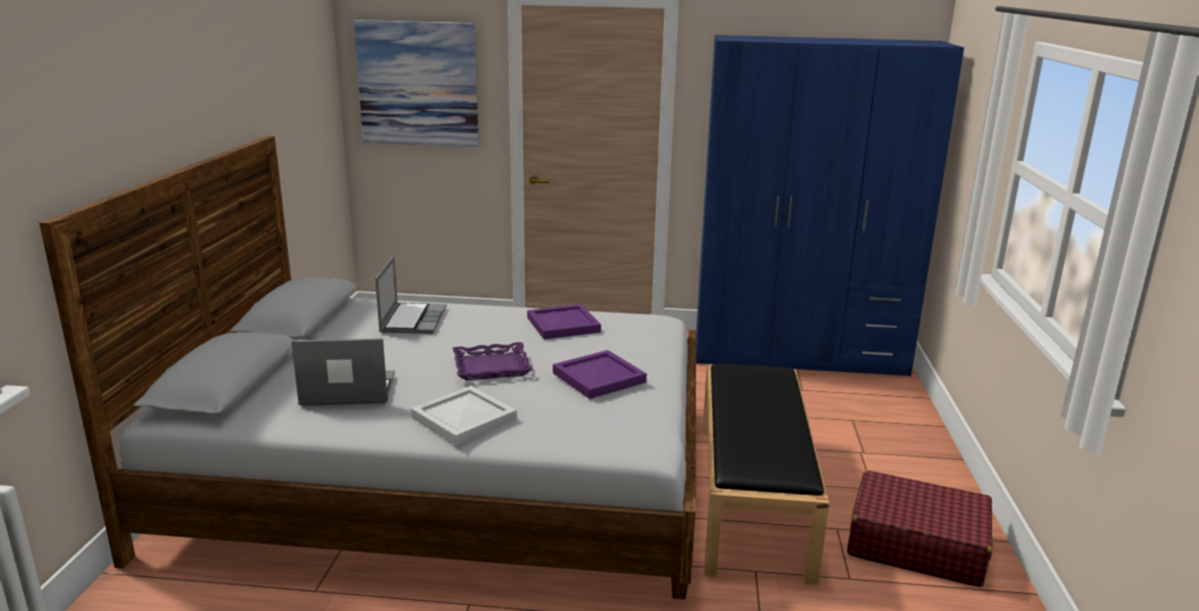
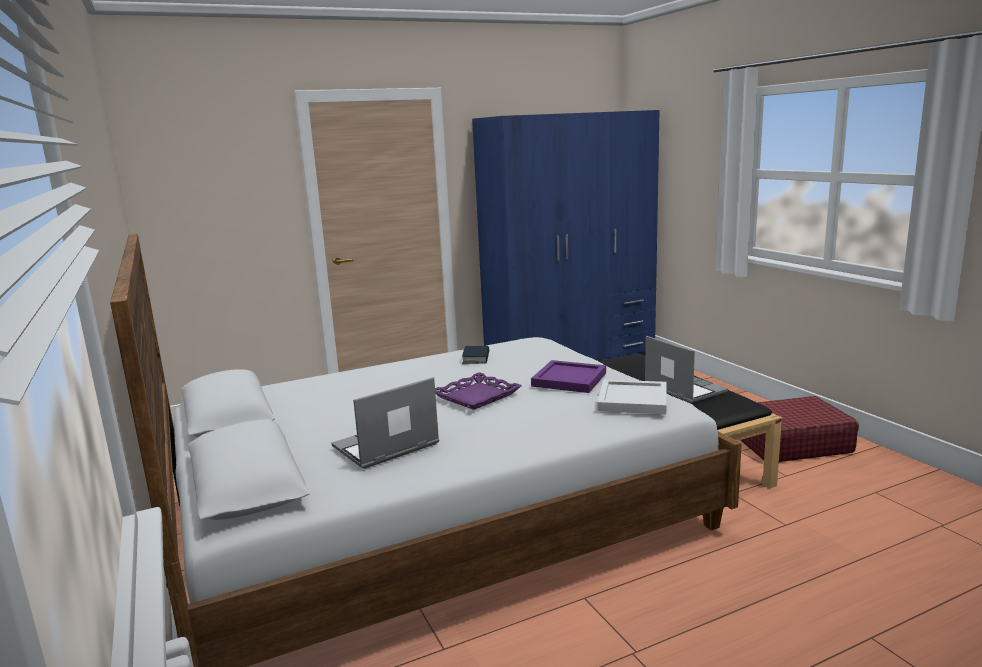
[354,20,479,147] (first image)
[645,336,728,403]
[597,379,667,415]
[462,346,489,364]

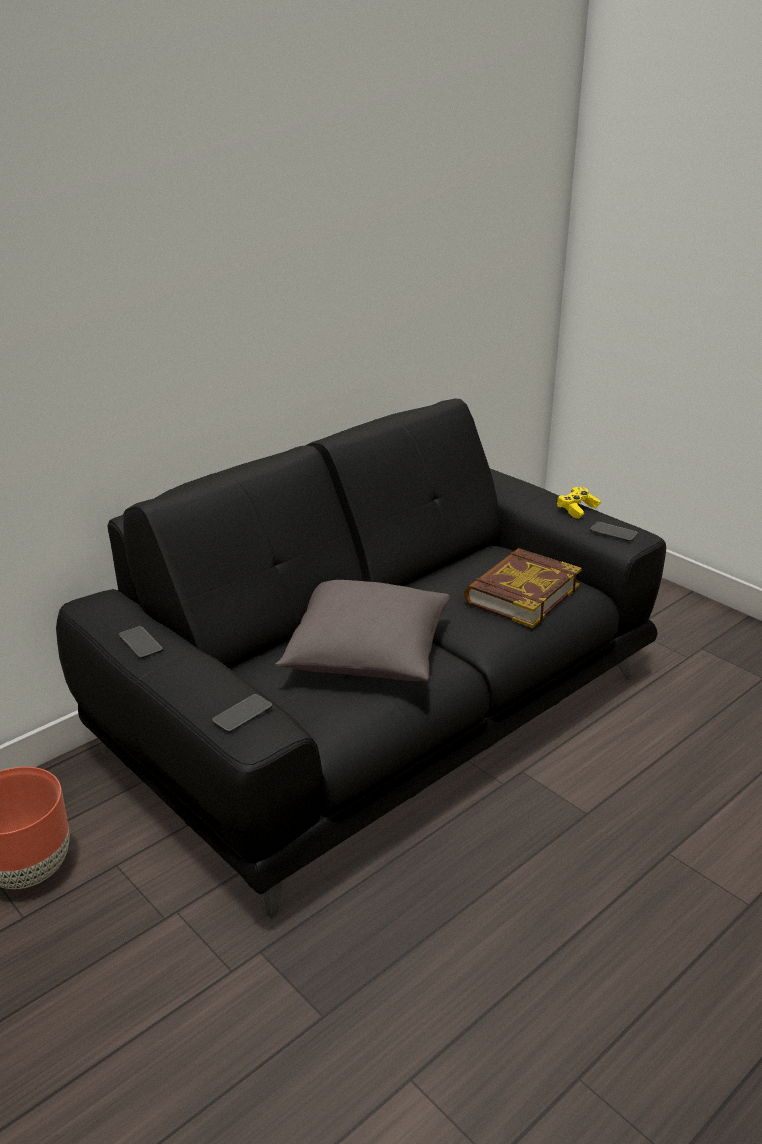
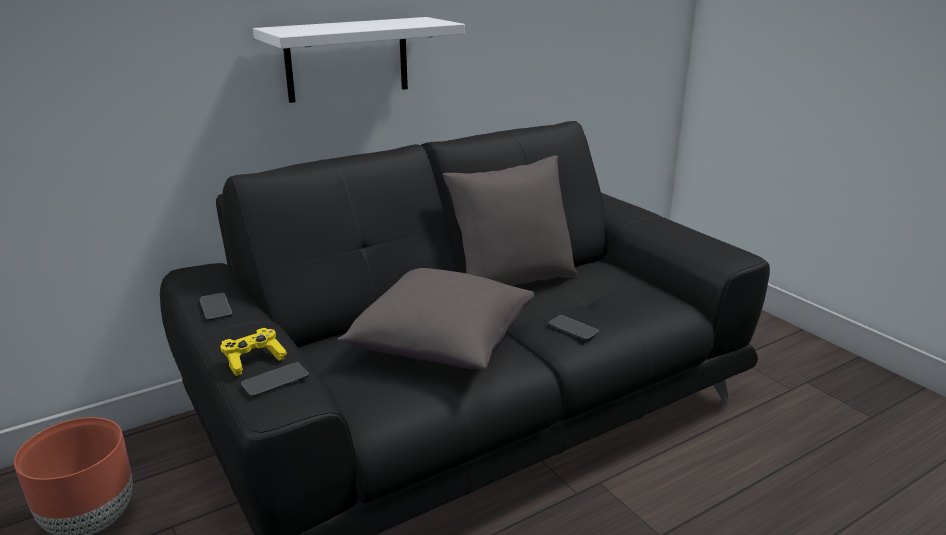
[464,548,582,628] (first image)
[220,328,287,376]
[548,315,599,340]
[253,17,465,103]
[442,155,577,286]

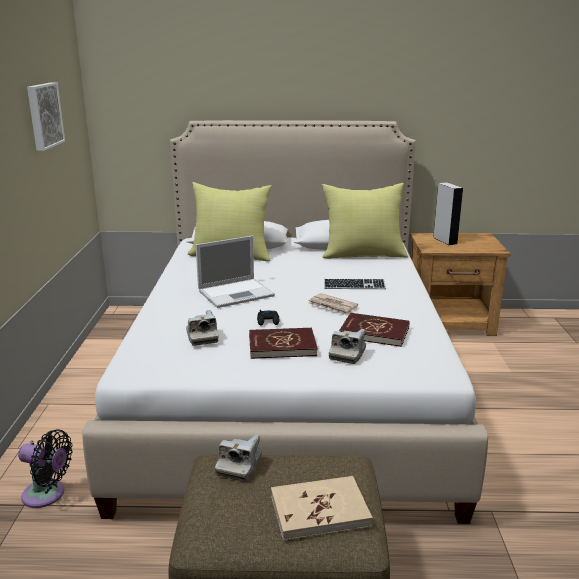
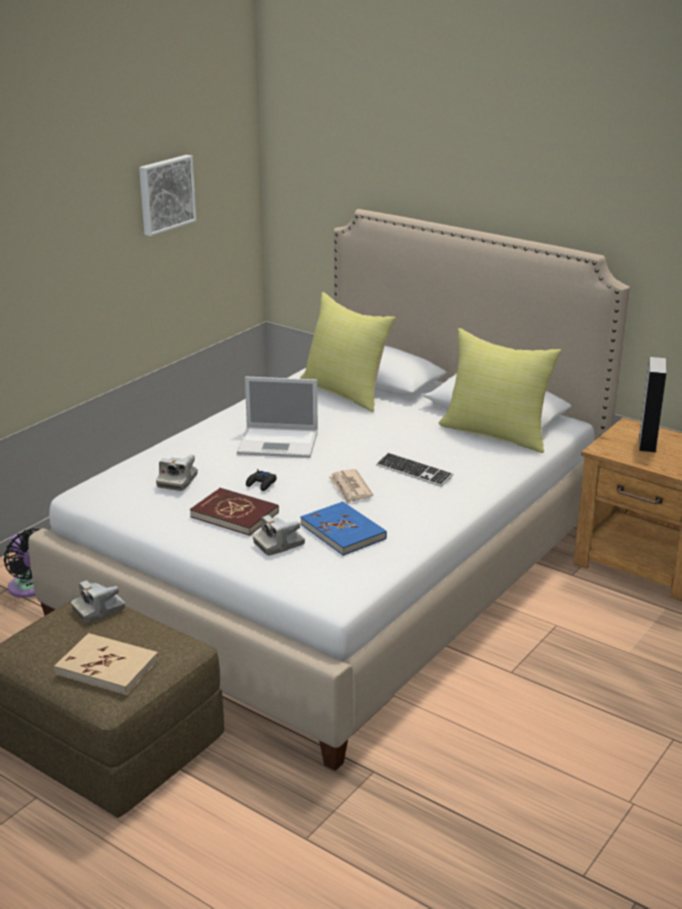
[300,501,387,556]

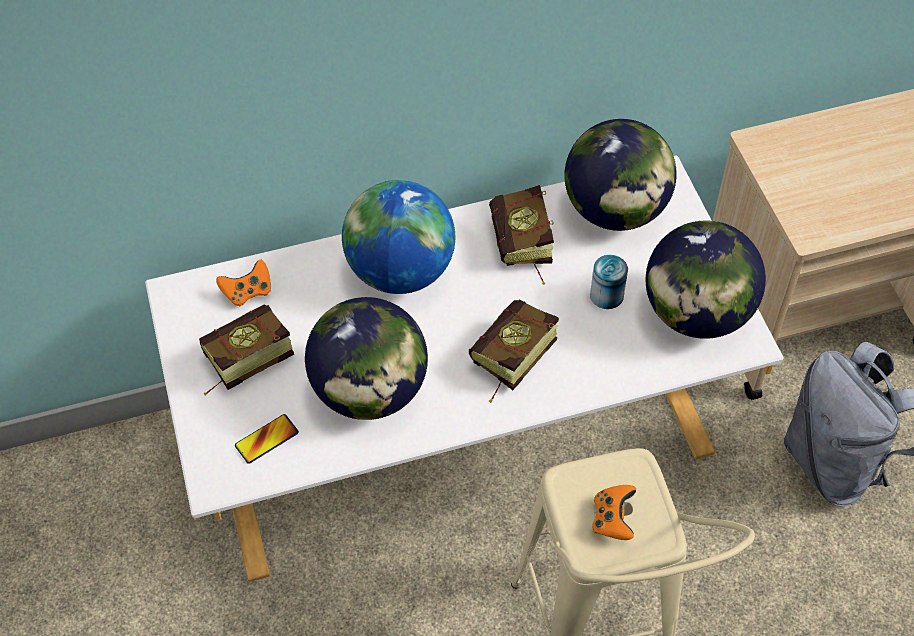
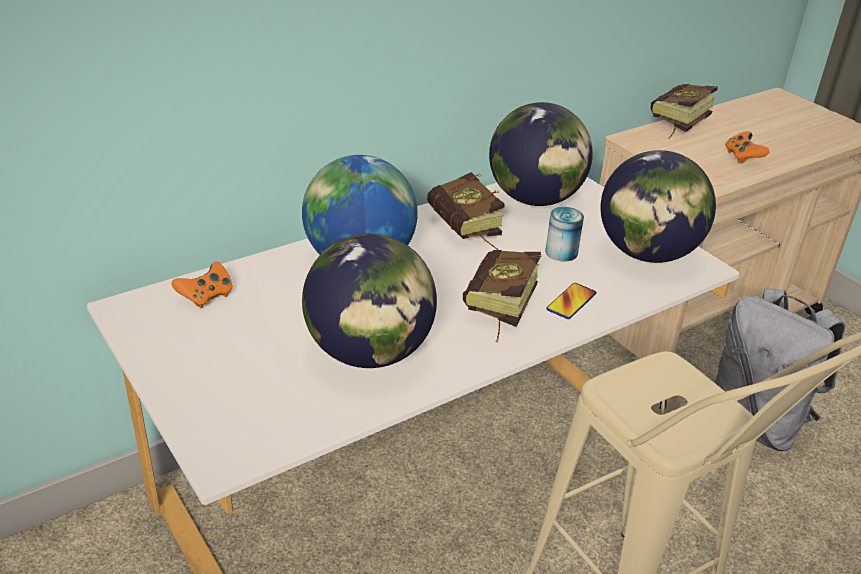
[650,84,718,139]
[546,283,596,319]
[725,131,770,163]

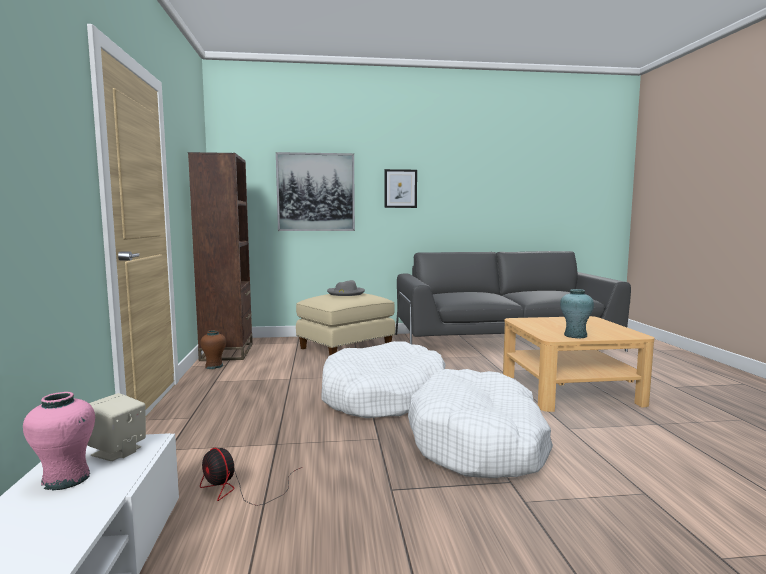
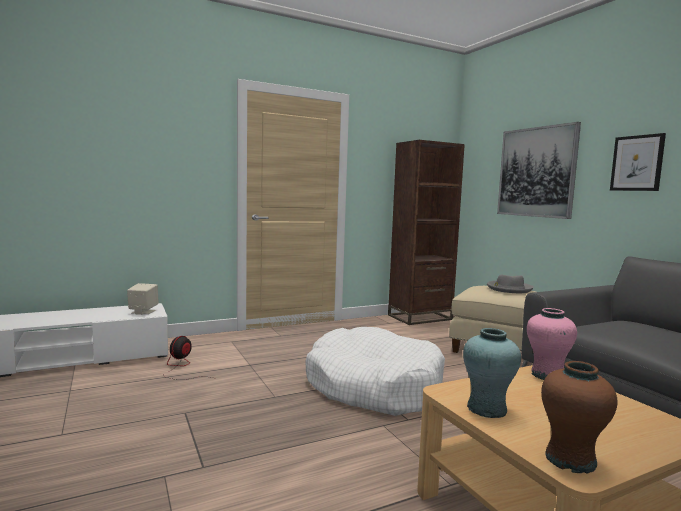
[527,308,577,380]
[541,361,617,474]
[408,369,553,478] (first image)

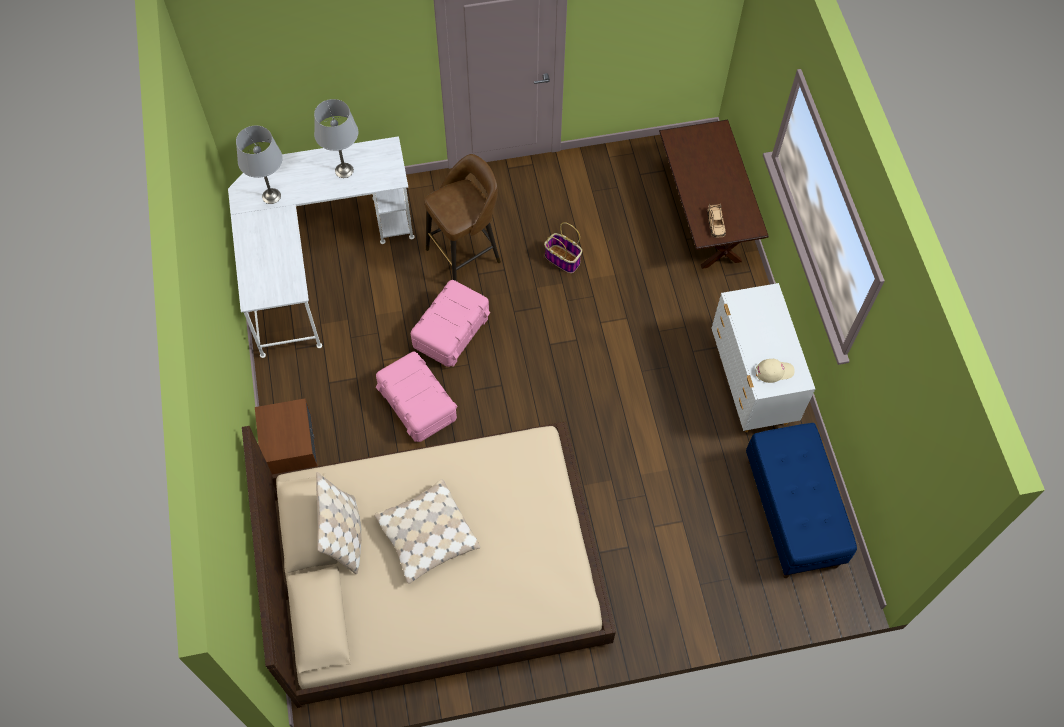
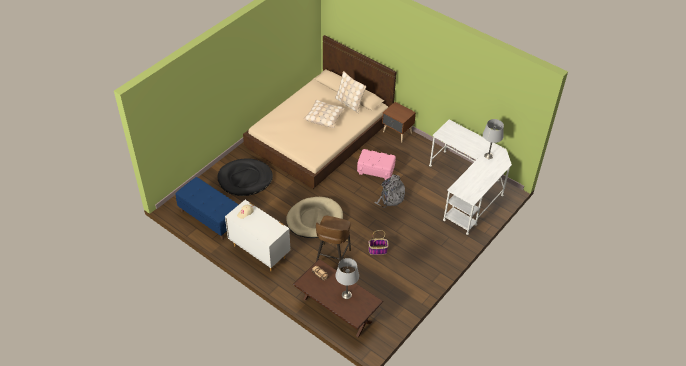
[335,258,359,299]
[374,174,405,208]
[316,216,351,272]
[217,158,273,196]
[286,197,343,238]

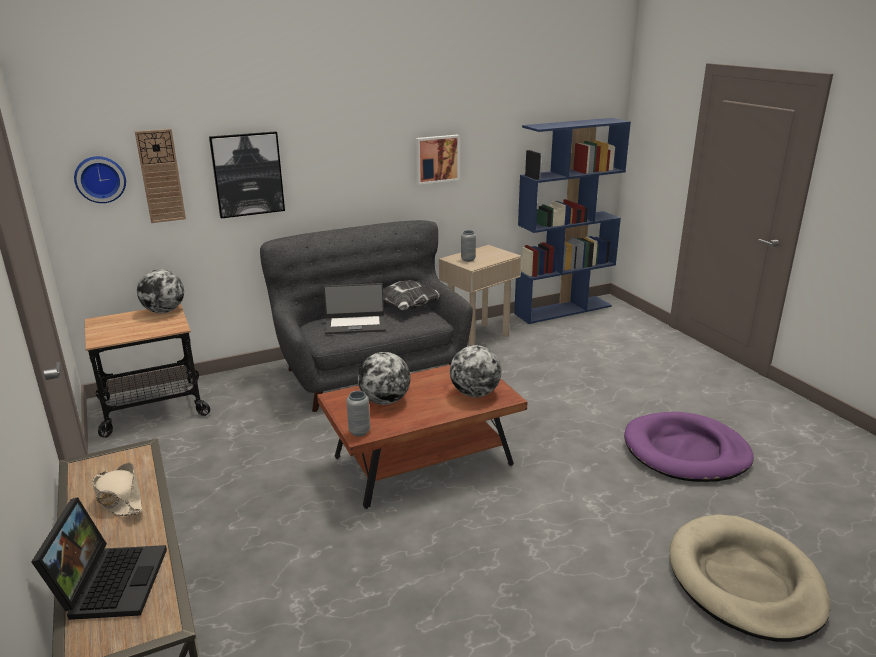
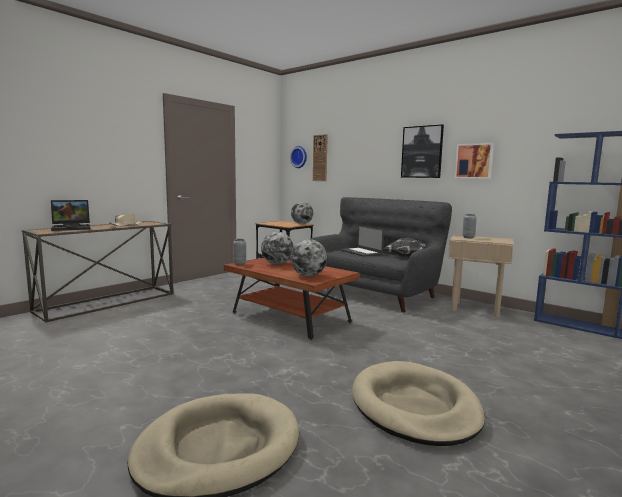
[401,124,444,178]
[352,361,485,446]

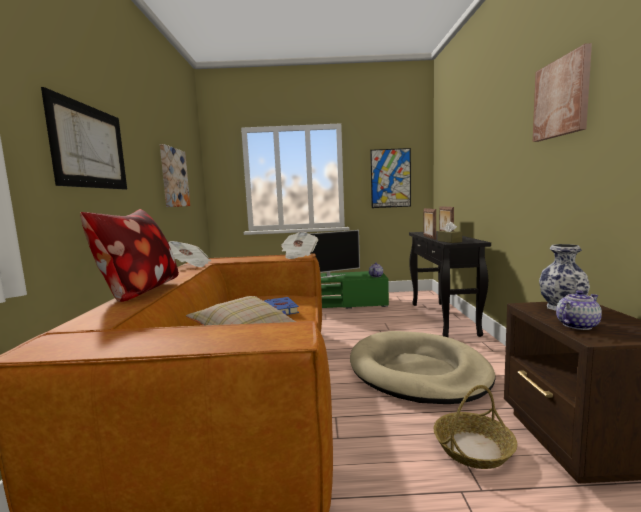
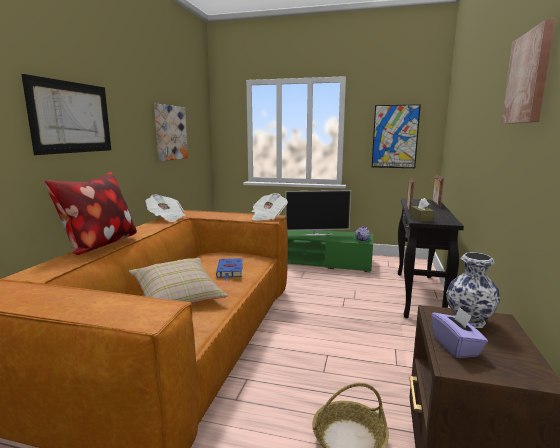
[350,331,495,404] (first image)
[431,307,488,358]

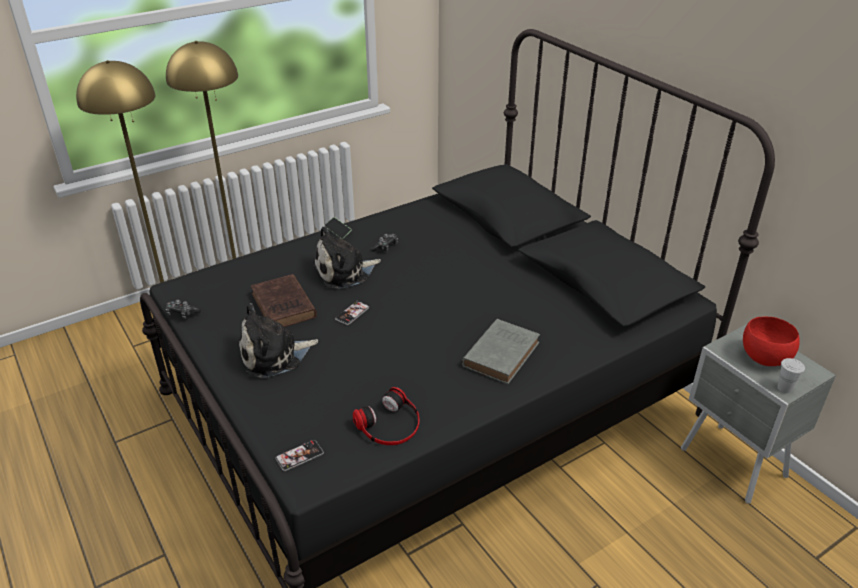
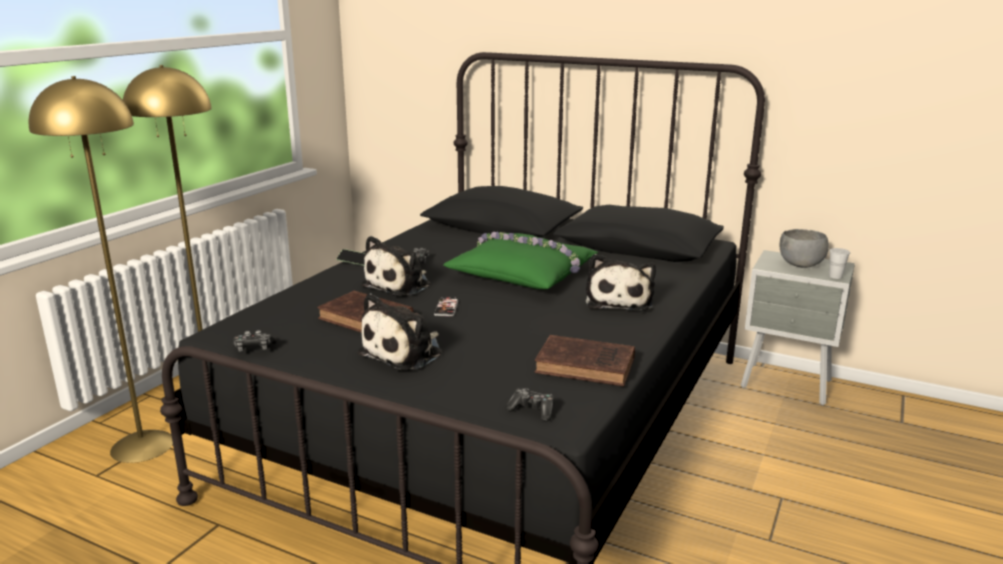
[505,388,554,421]
[535,335,635,386]
[586,254,656,311]
[780,229,829,268]
[443,232,598,290]

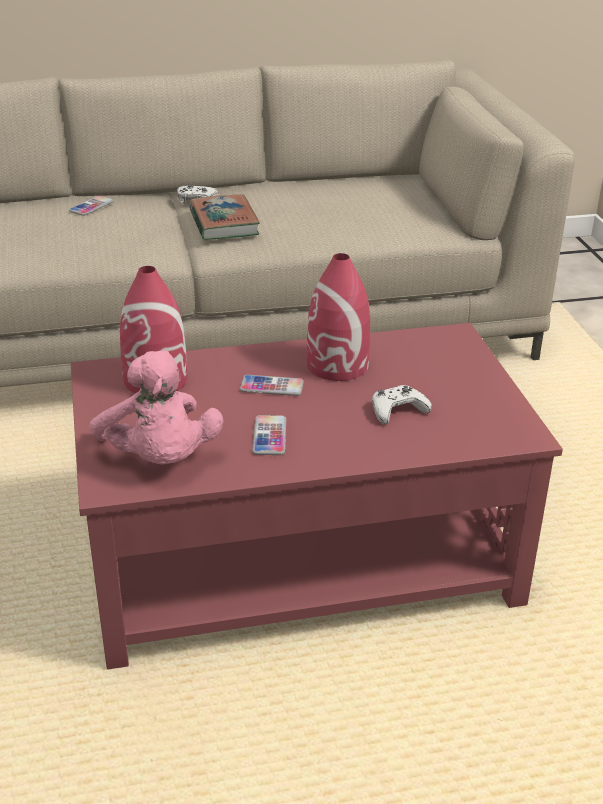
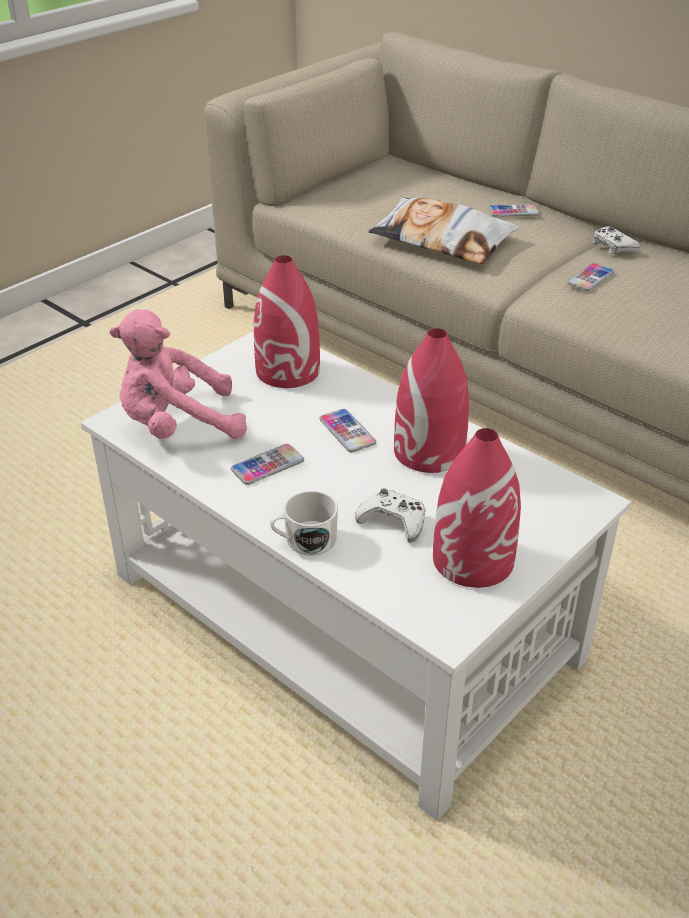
[81,331,631,821]
[109,309,247,439]
[567,263,615,291]
[270,491,338,556]
[368,197,519,264]
[433,428,521,588]

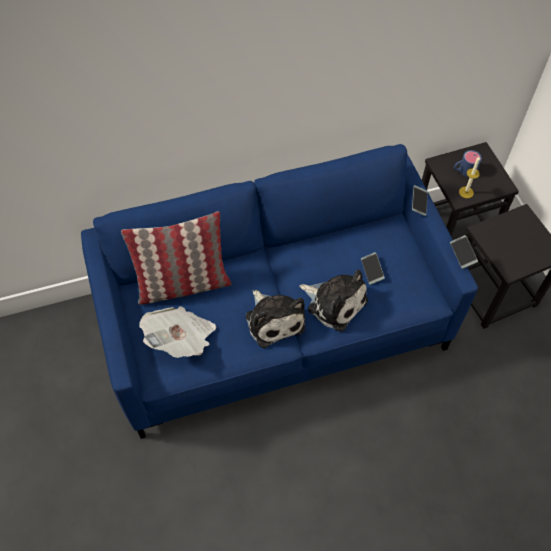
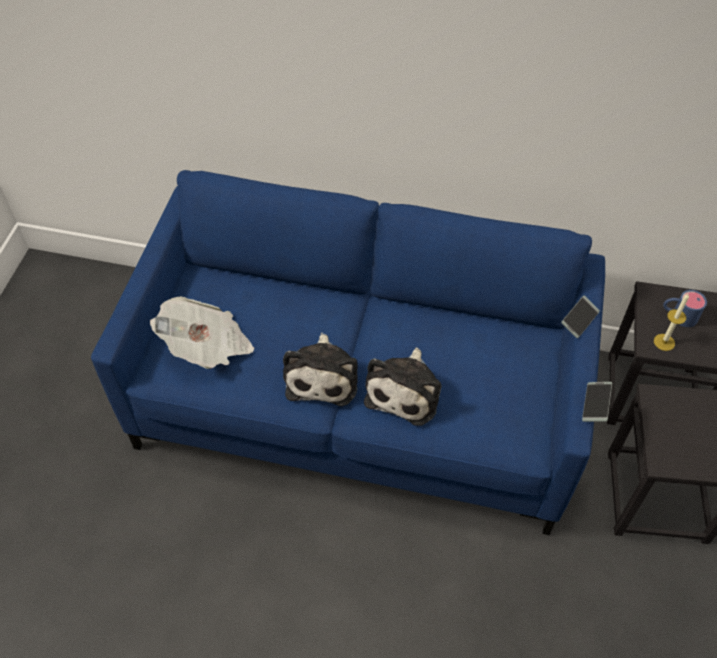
[121,211,231,305] (first image)
[364,348,442,426]
[361,252,385,285] (first image)

